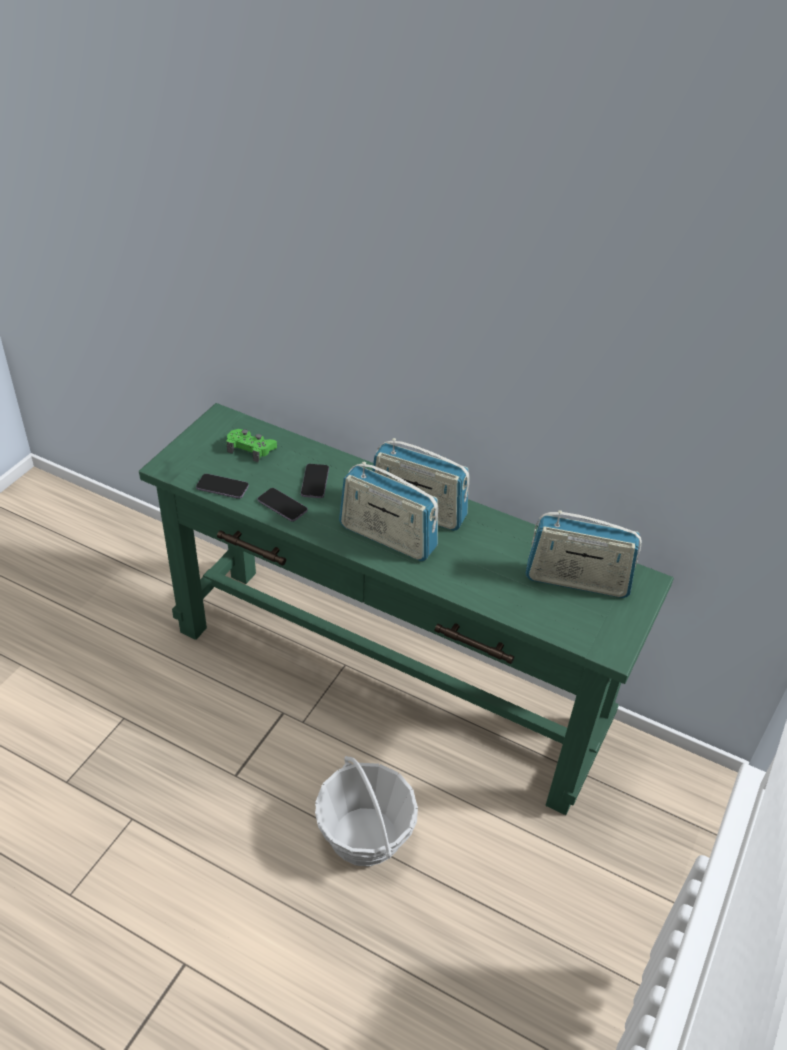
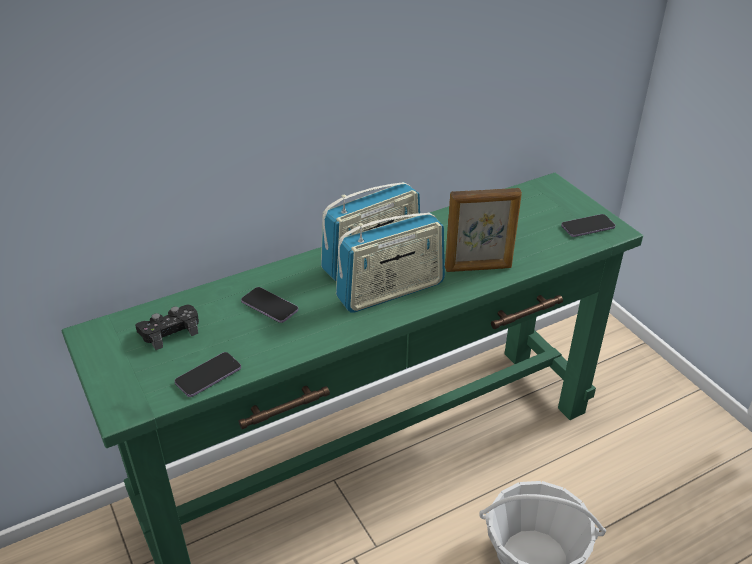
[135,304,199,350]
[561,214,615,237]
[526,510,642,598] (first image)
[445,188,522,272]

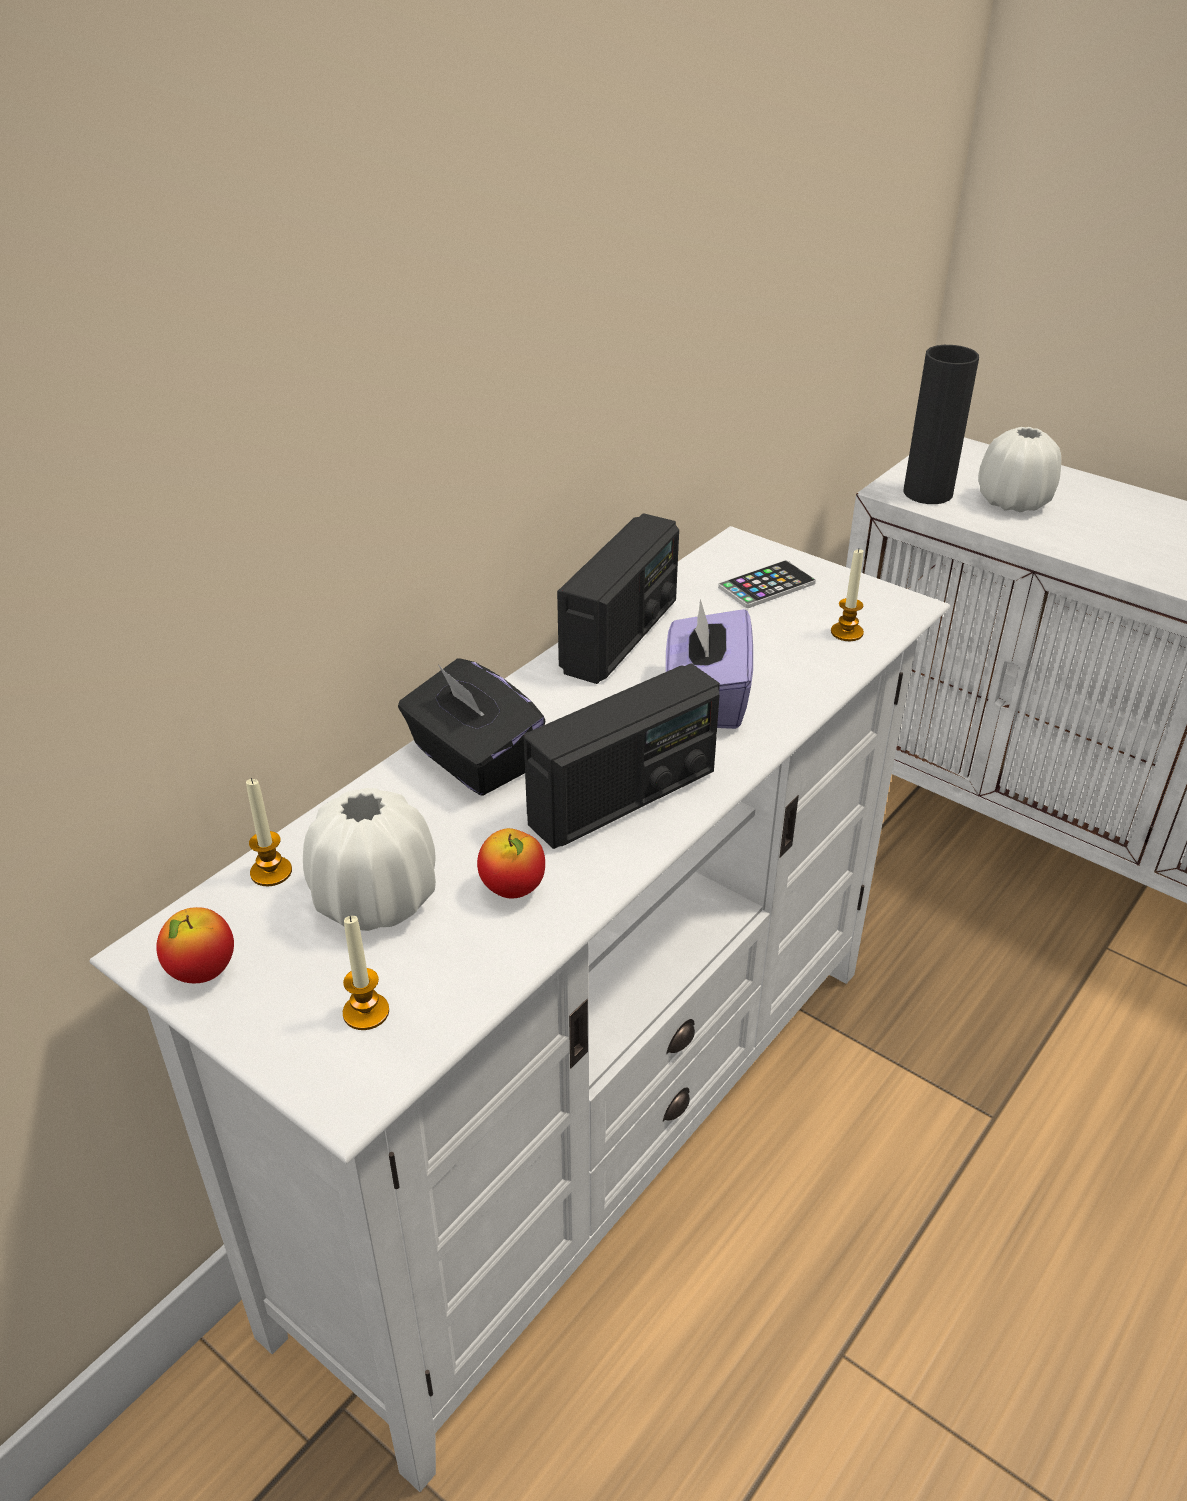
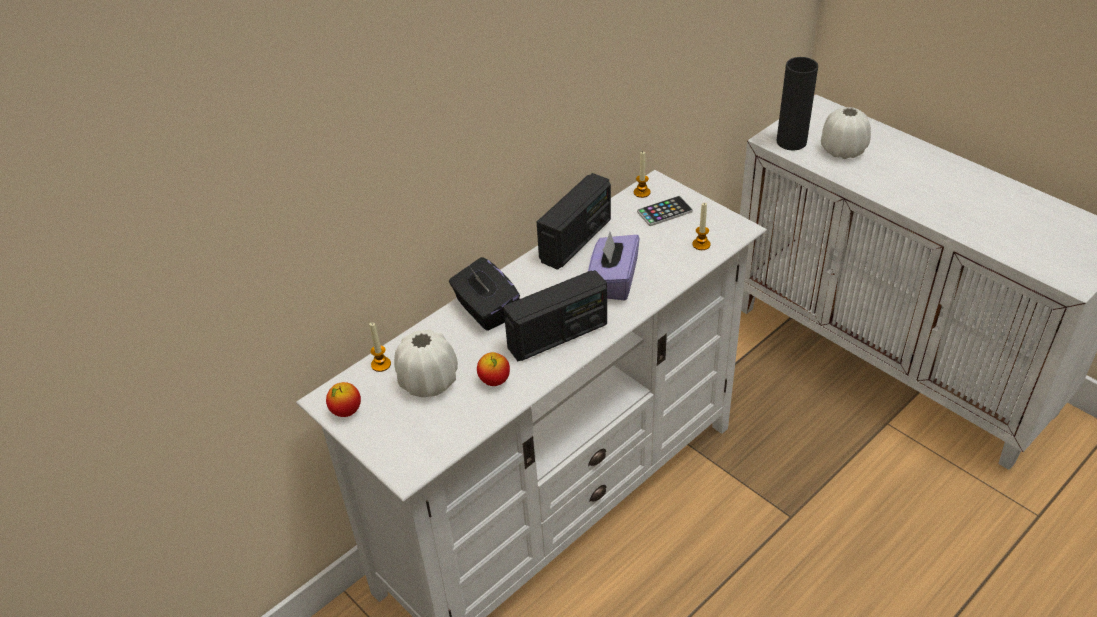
[634,152,650,198]

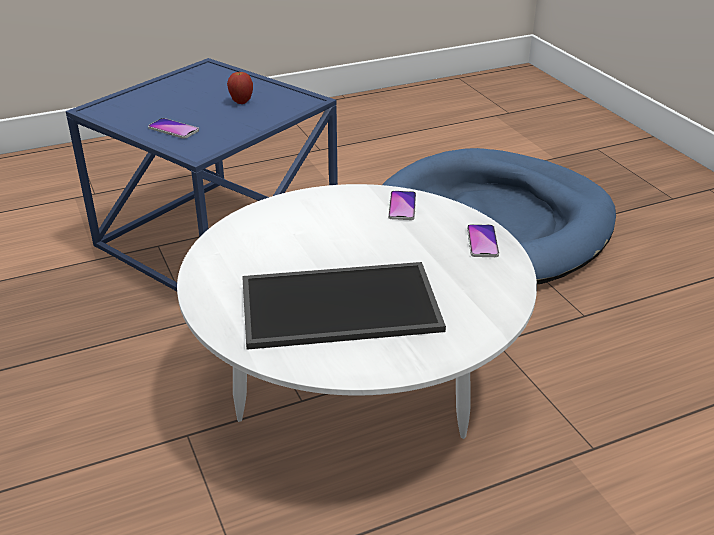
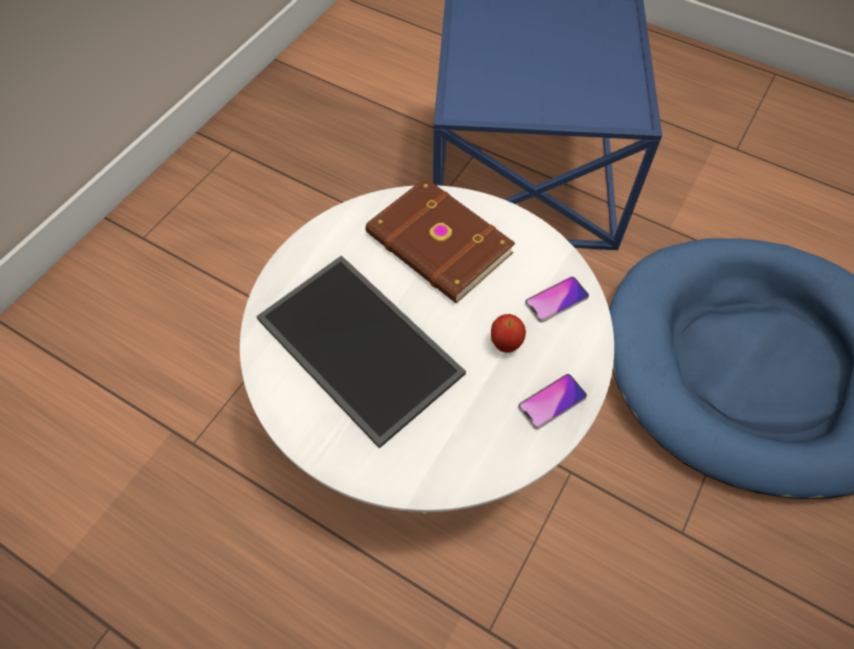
[148,118,199,139] (first image)
[491,314,526,353]
[365,178,515,303]

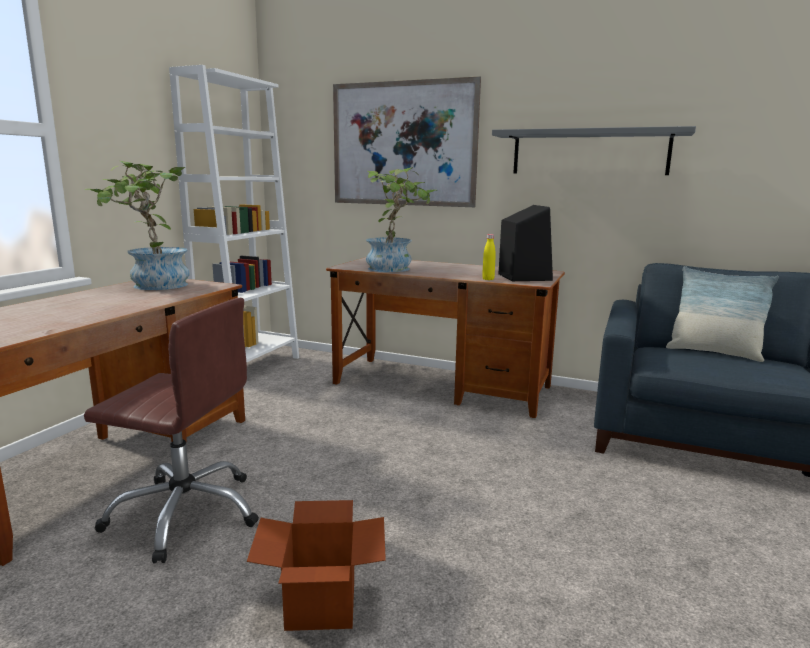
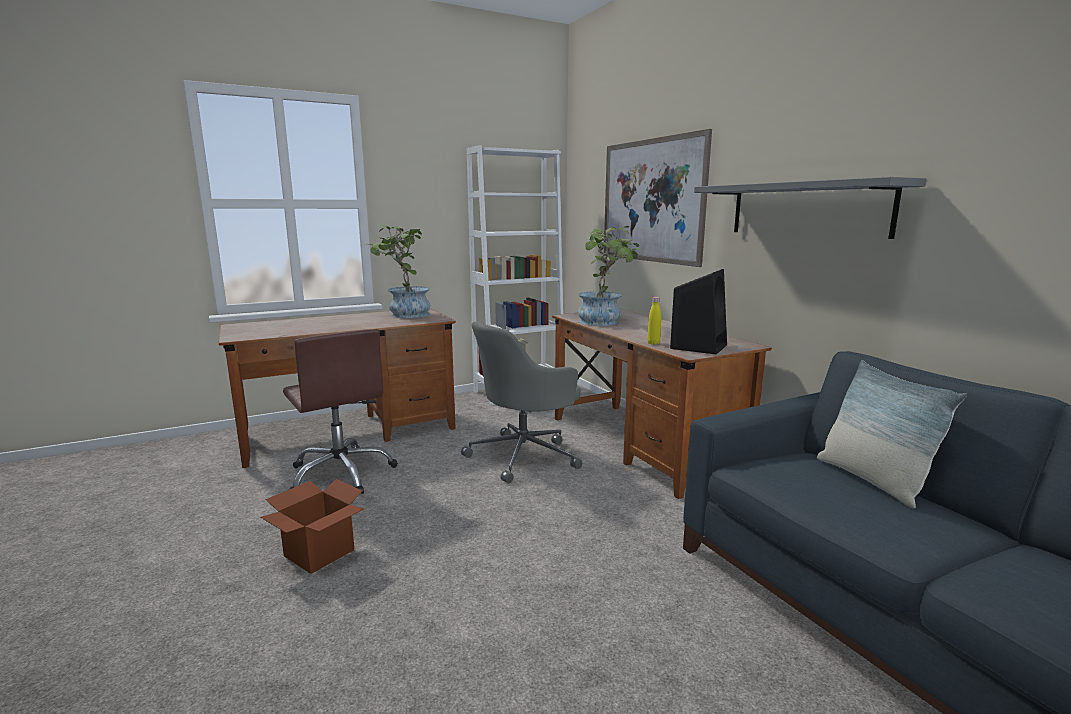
[461,322,582,483]

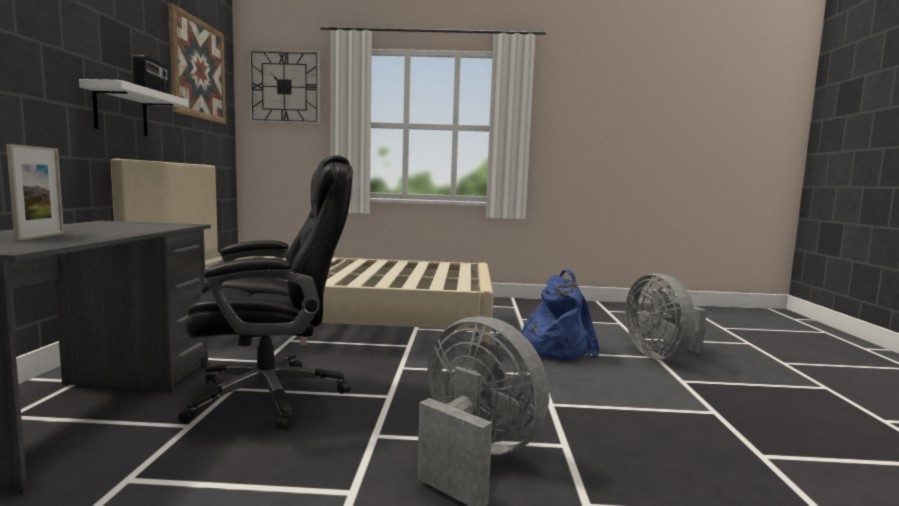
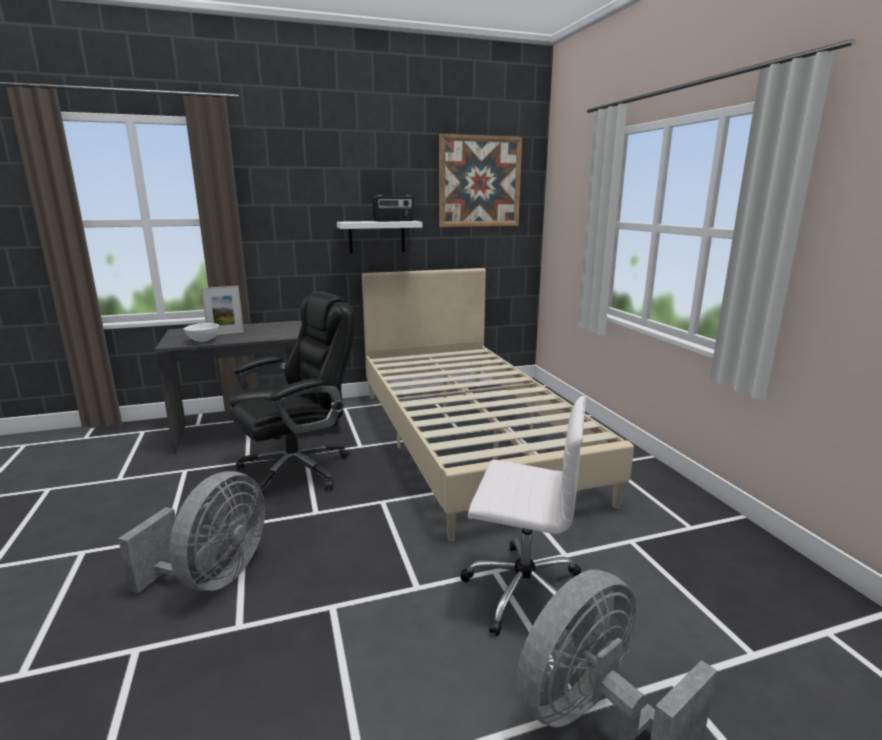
[229,291,354,494]
[248,48,320,125] (first image)
[460,396,587,636]
[184,323,219,342]

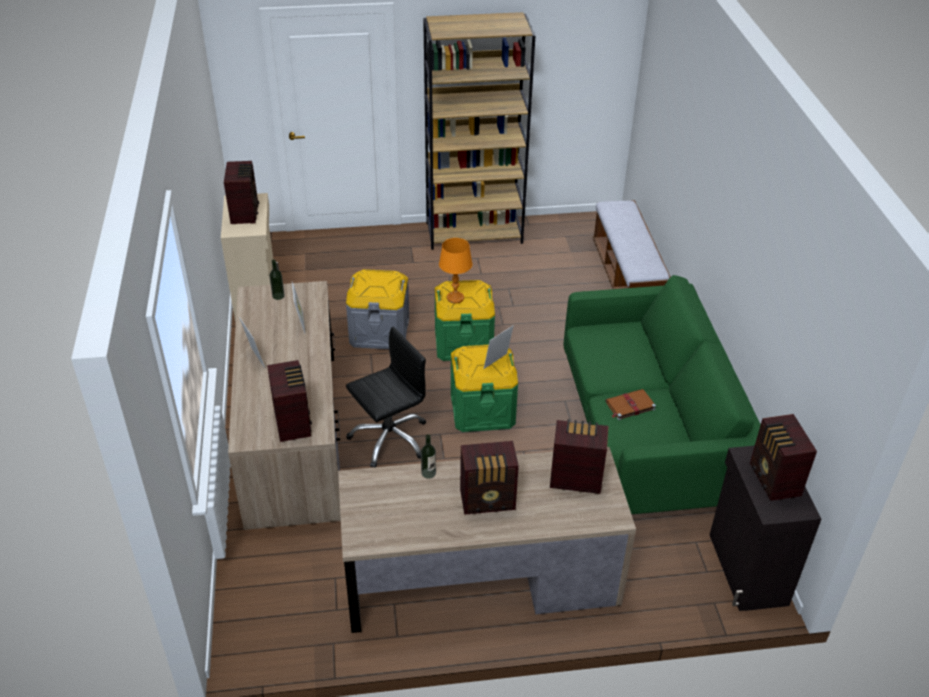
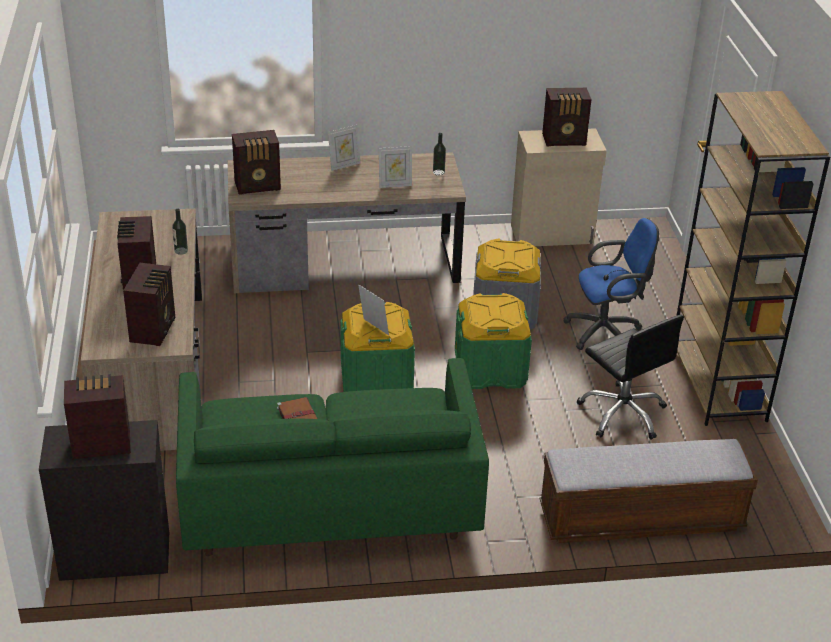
[577,315,684,440]
[439,238,472,304] (first image)
[563,218,659,350]

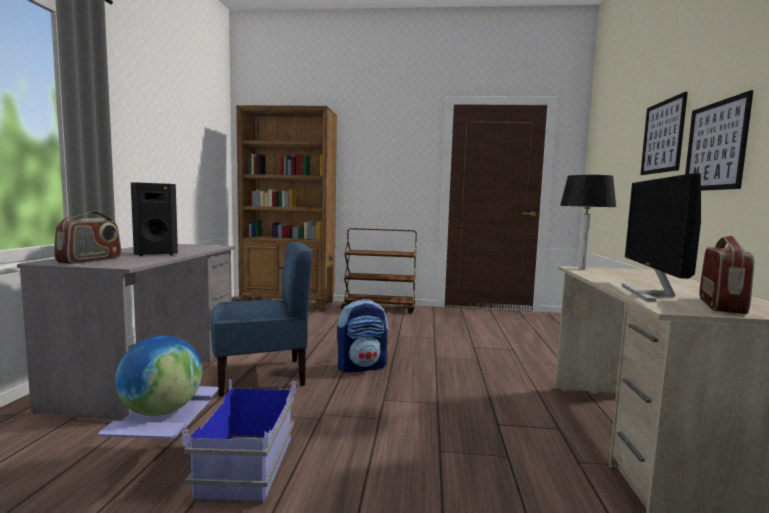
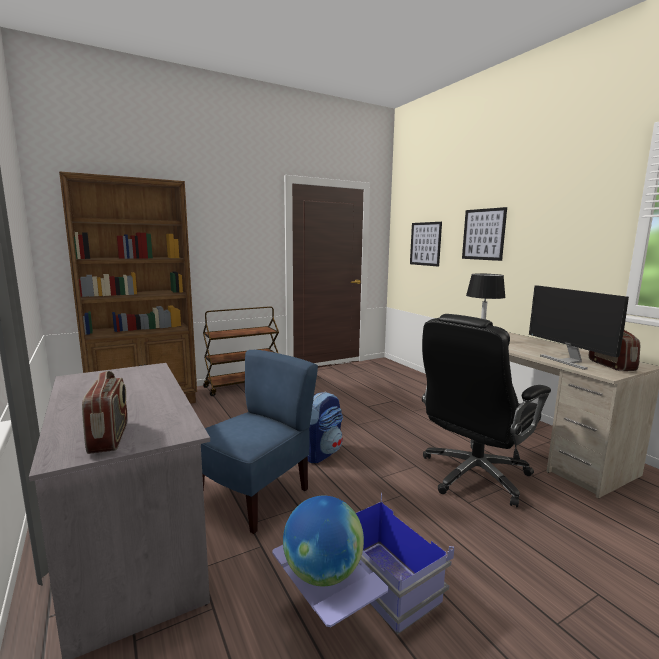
[131,182,178,256] (first image)
[410,222,442,267]
[422,314,551,507]

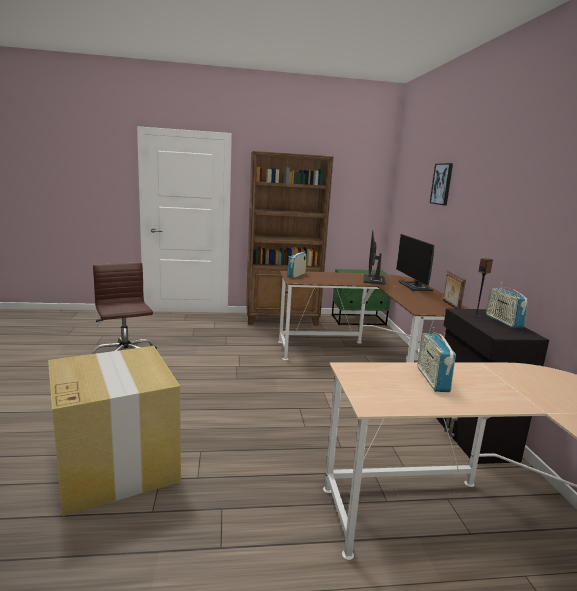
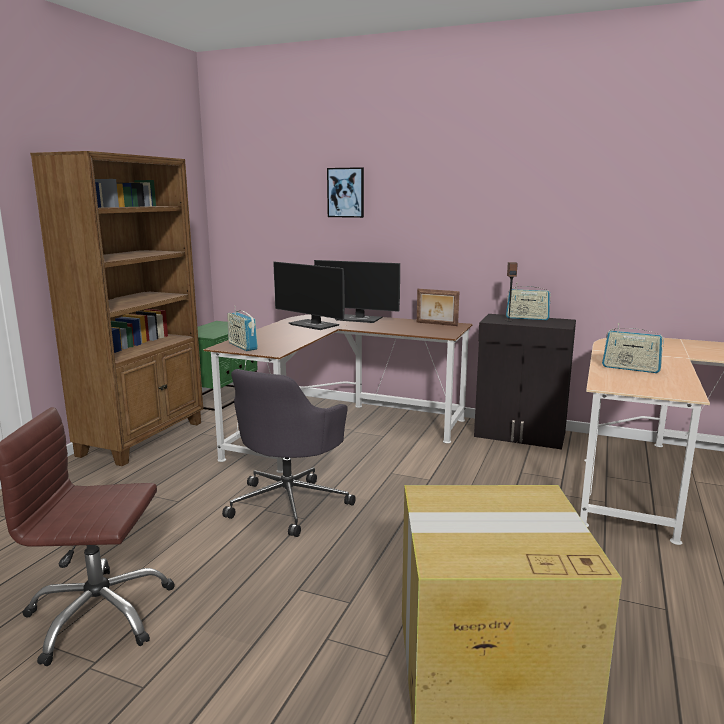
[222,369,356,537]

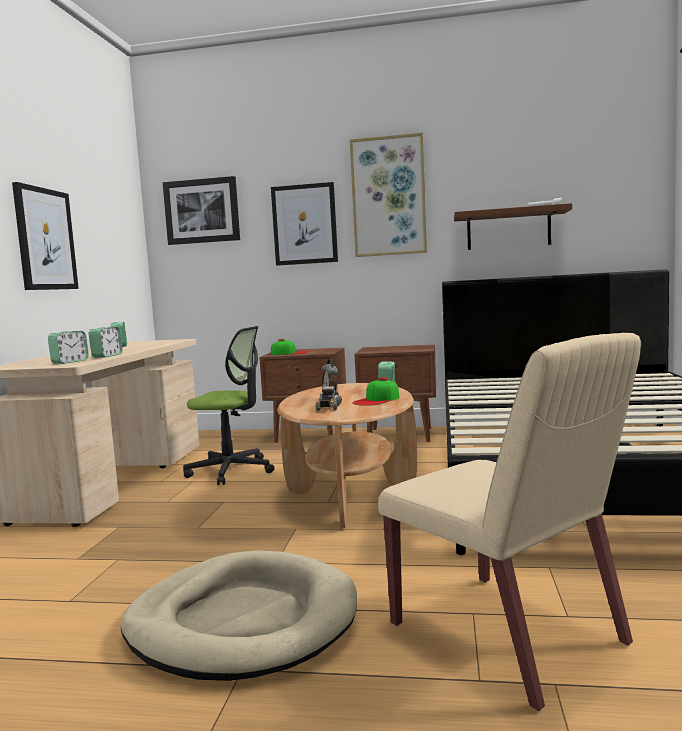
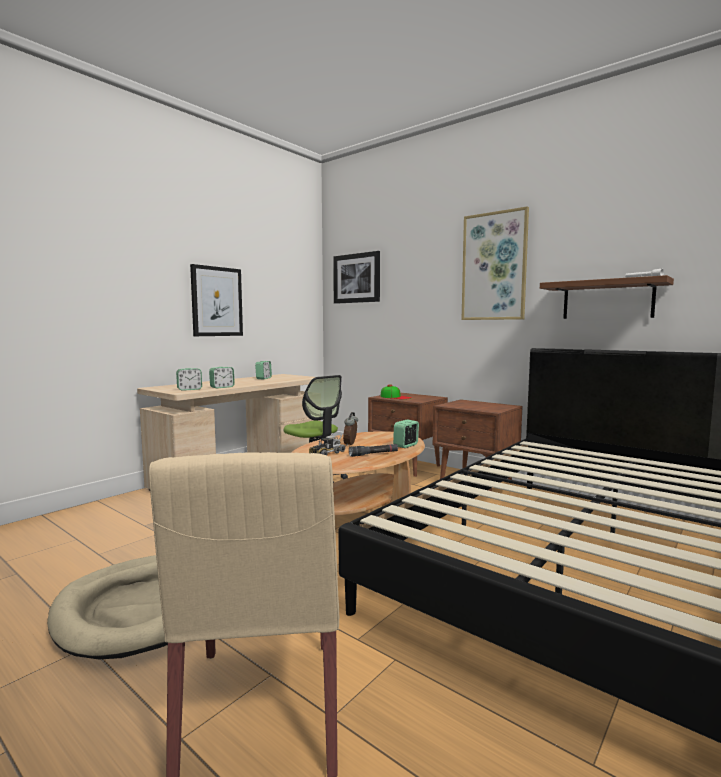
[271,182,338,266] (first image)
[349,444,398,457]

